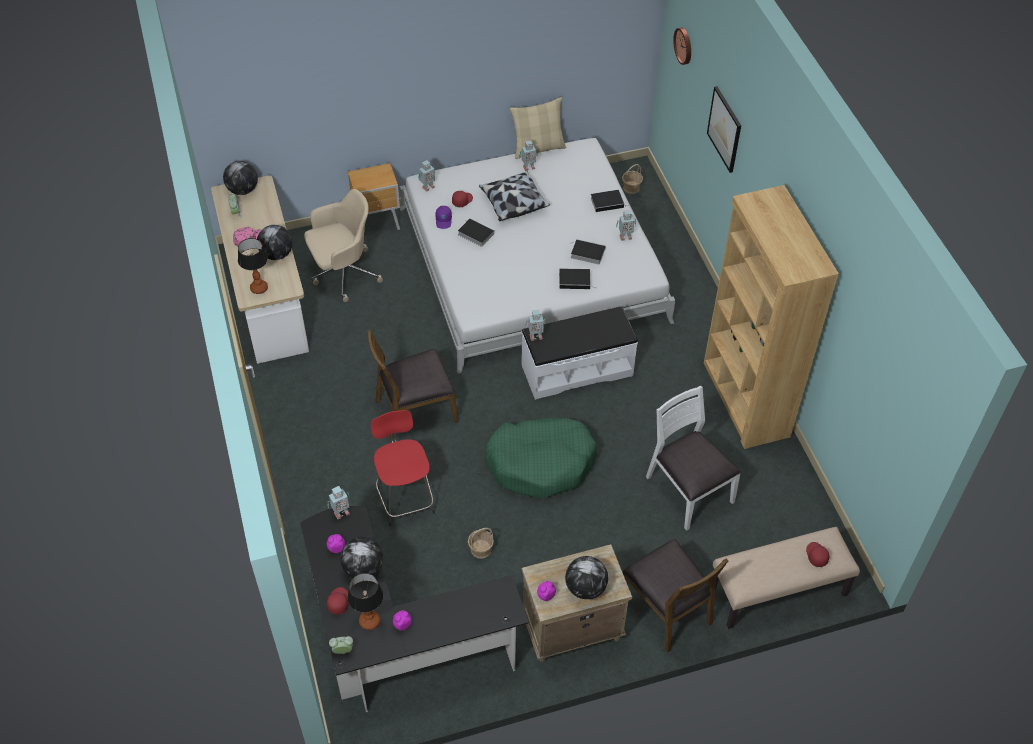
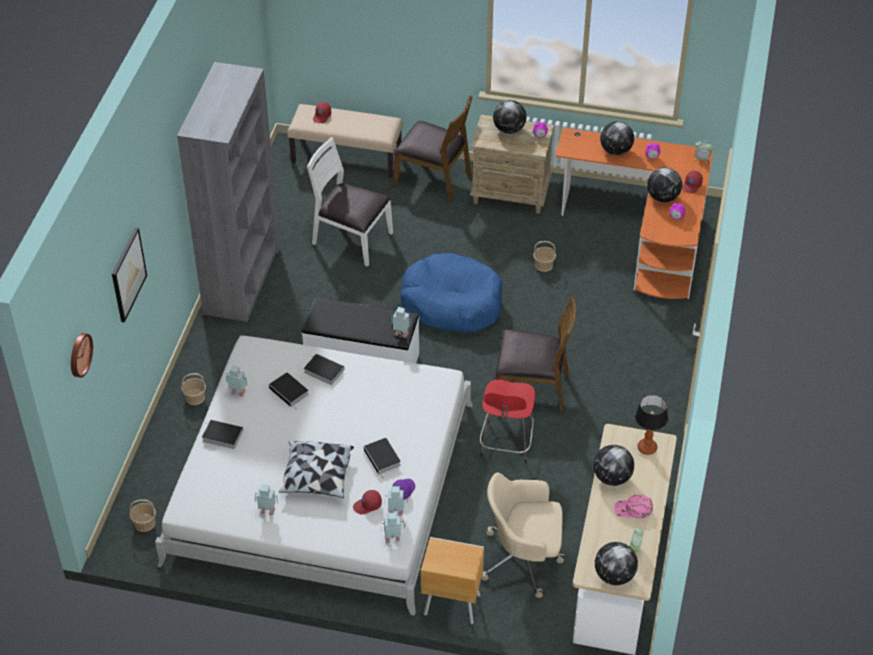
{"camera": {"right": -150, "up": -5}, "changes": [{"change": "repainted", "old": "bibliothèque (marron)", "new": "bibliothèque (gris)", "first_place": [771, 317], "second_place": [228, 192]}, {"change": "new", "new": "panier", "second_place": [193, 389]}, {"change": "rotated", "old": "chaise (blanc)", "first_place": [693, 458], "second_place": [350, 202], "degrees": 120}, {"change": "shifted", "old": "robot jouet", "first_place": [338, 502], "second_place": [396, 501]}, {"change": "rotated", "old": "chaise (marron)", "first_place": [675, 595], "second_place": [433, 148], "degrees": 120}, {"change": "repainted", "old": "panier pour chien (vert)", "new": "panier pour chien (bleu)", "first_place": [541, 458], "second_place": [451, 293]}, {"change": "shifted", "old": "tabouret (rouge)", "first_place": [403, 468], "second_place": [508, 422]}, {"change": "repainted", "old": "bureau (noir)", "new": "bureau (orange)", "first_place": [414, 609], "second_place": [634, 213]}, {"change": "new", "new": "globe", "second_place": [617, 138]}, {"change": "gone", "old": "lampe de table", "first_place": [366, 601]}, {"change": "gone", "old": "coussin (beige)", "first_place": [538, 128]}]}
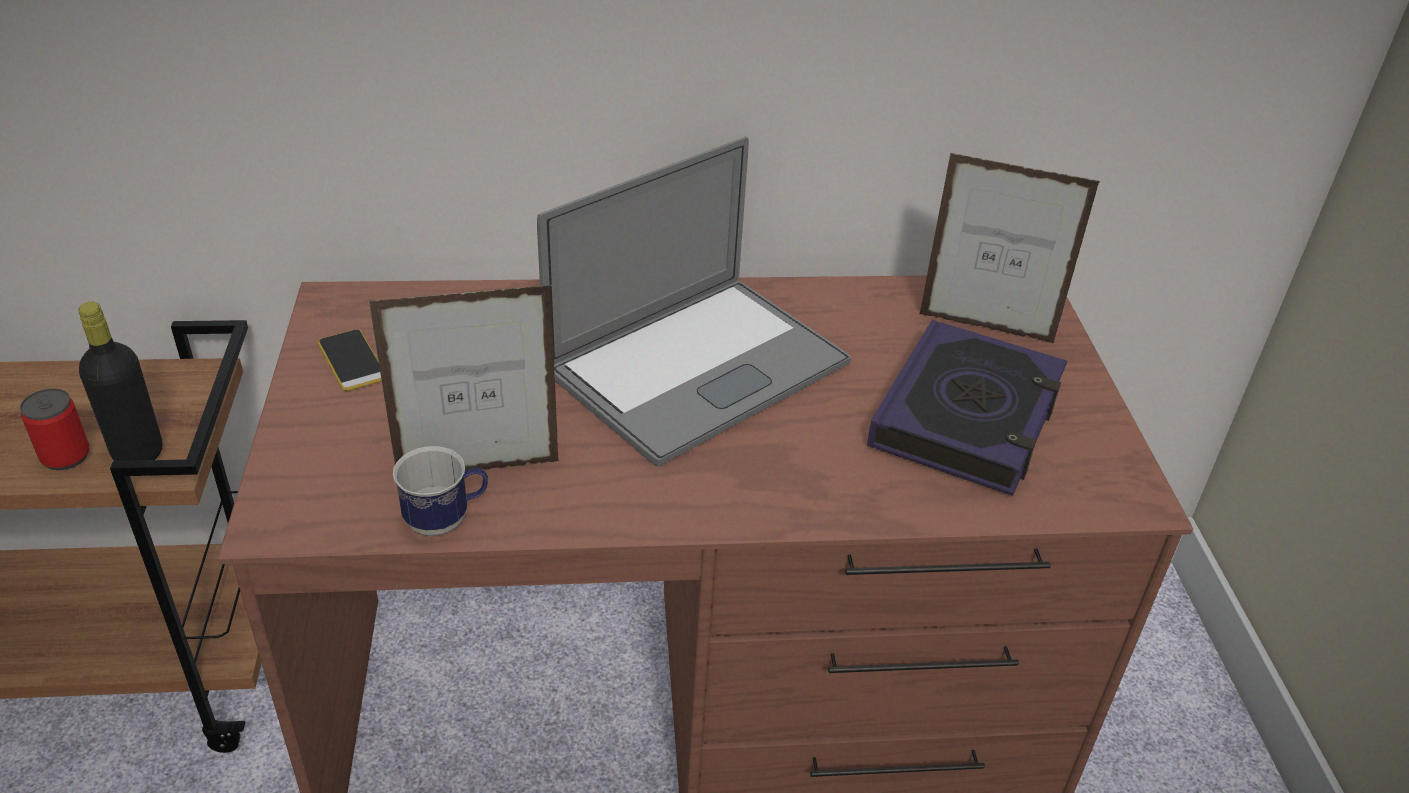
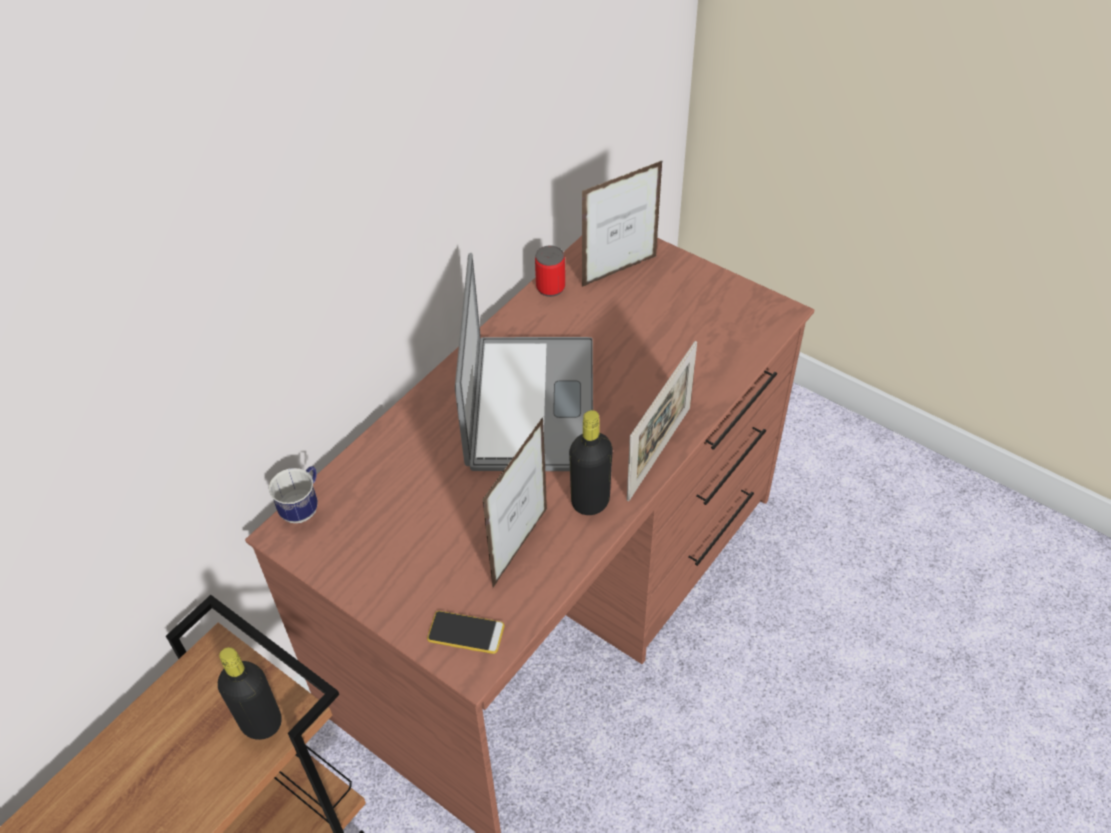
{"camera": {"right": -45, "up": 10}, "changes": [{"change": "shifted", "old": "mug", "first_place": [440, 491], "second_place": [293, 494]}, {"change": "shifted", "old": "téléphone", "first_place": [350, 360], "second_place": [466, 632]}, {"change": "shifted", "old": "boîte métallique", "first_place": [55, 429], "second_place": [550, 271]}, {"change": "new", "new": "bouteille (noir)", "second_place": [591, 462]}, {"change": "new", "new": "cadre photo", "second_place": [662, 421]}, {"change": "gone", "old": "livre", "first_place": [967, 408]}]}
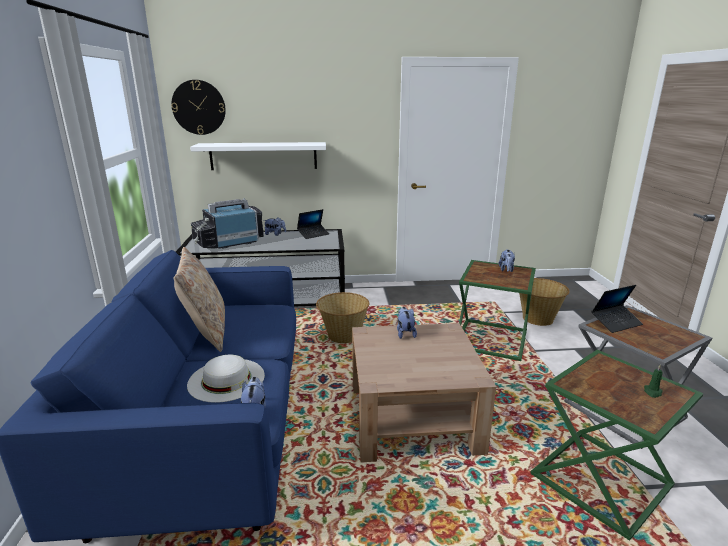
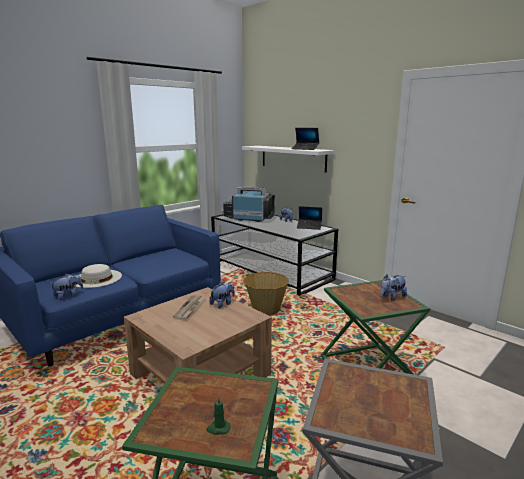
{"camera": {"right": 50, "up": -5}, "changes": [{"change": "new", "new": "journal", "second_place": [189, 307]}, {"change": "shifted", "old": "ordinateur portable", "first_place": [617, 309], "second_place": [305, 139]}, {"change": "gone", "old": "horloge murale", "first_place": [198, 107]}, {"change": "gone", "old": "coussin (beige)", "first_place": [199, 299]}, {"change": "gone", "old": "panier", "first_place": [544, 302]}]}
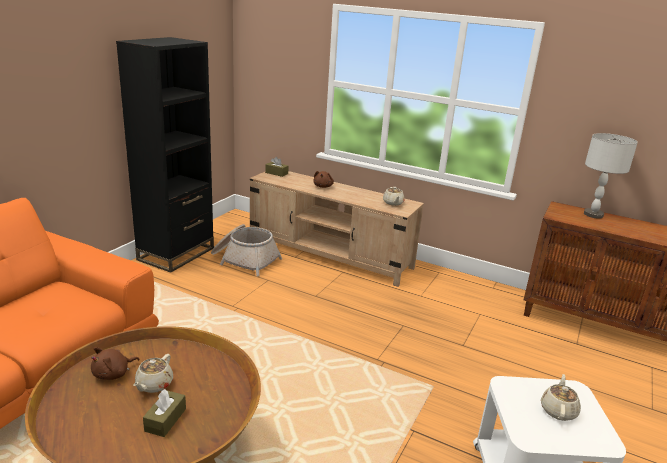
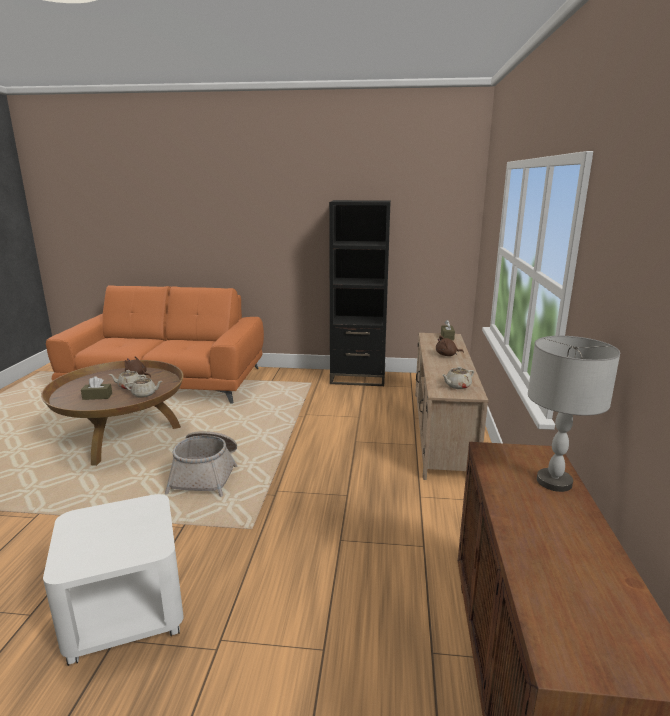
{"camera": {"right": 70, "up": -5}, "changes": [{"change": "shifted", "old": "théière (beige)", "first_place": [561, 397], "second_place": [143, 387]}, {"change": "shifted", "old": "panier", "first_place": [246, 250], "second_place": [201, 464]}]}
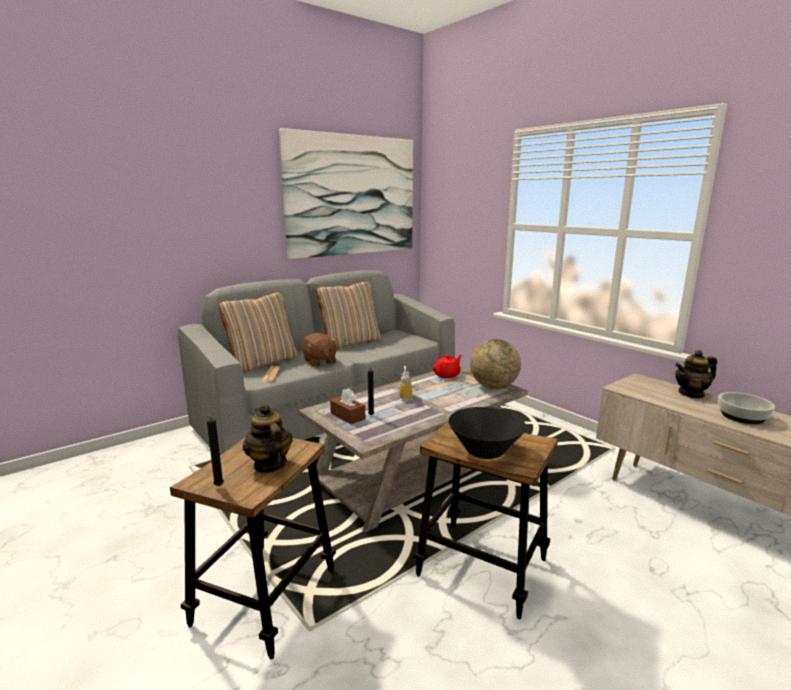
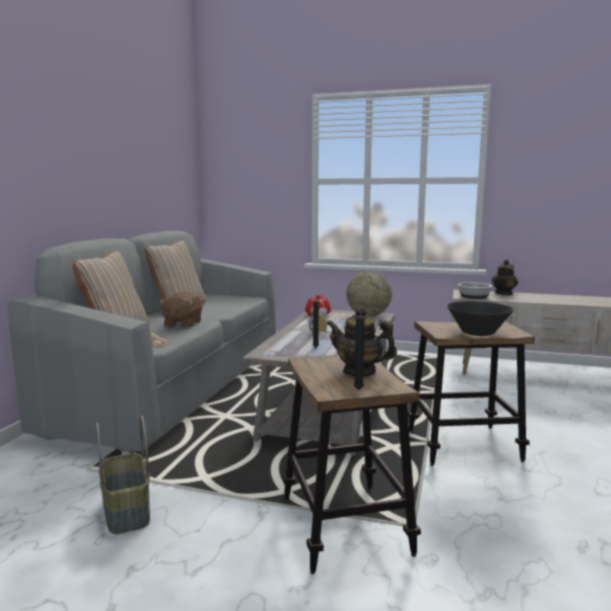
{"camera": {"right": -35, "up": -5}, "changes": [{"change": "new", "new": "panier", "second_place": [123, 475]}, {"change": "rotated", "old": "peluche (marron)", "first_place": [320, 350], "second_place": [180, 310], "degrees": 75}, {"change": "shifted", "old": "bol", "first_place": [746, 408], "second_place": [475, 291]}, {"change": "gone", "old": "tableau", "first_place": [346, 193]}, {"change": "gone", "old": "boîte à mouchoirs (marron)", "first_place": [347, 406]}]}
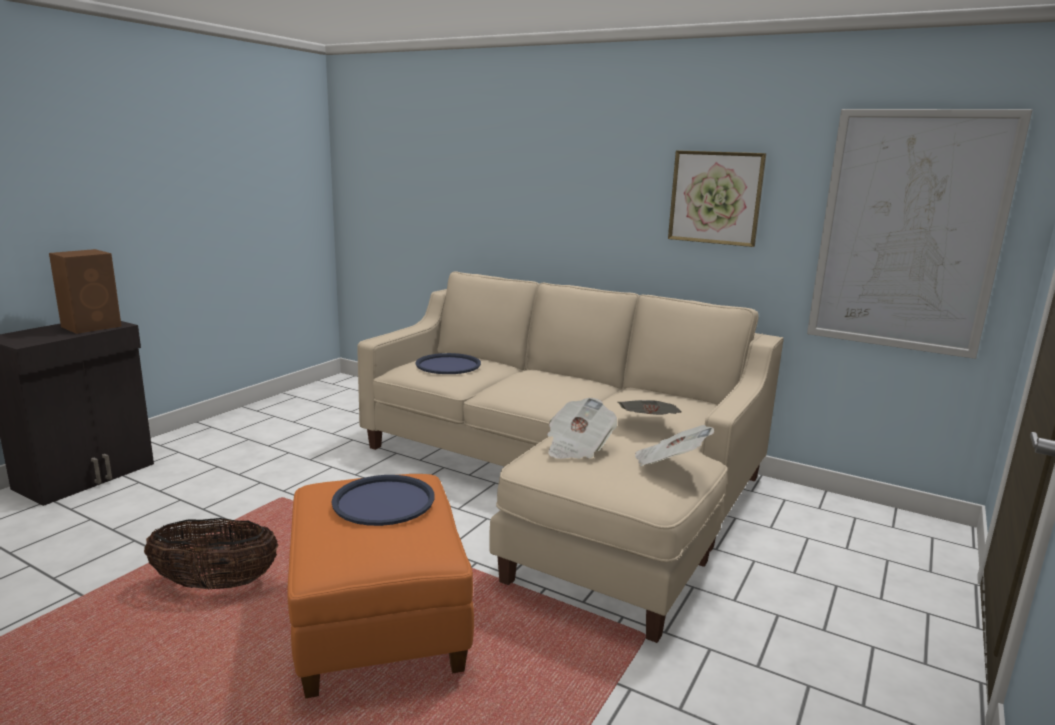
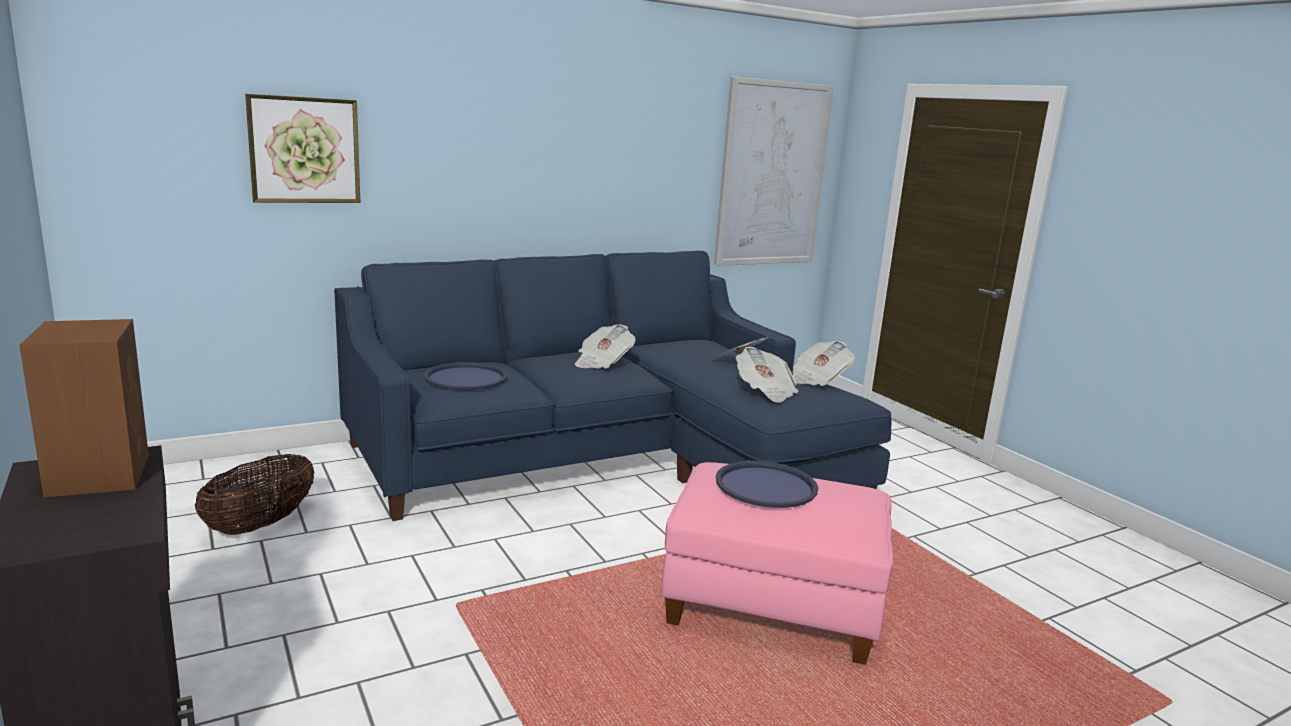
{"camera": {"right": -60, "up": 0}, "changes": [{"change": "shifted", "old": "panier", "first_place": [211, 553], "second_place": [254, 494]}, {"change": "shifted", "old": "tableau", "first_place": [717, 198], "second_place": [302, 148]}, {"change": "repainted", "old": "canapé (beige)", "new": "canapé (bleu)", "first_place": [570, 457], "second_place": [613, 386]}, {"change": "new", "new": "journal", "second_place": [605, 346]}, {"change": "repainted", "old": "pouf (orange)", "new": "pouf (rose)", "first_place": [380, 586], "second_place": [777, 563]}]}
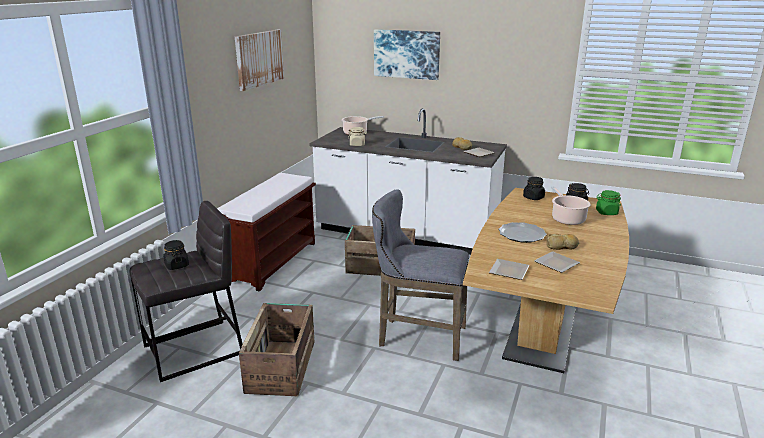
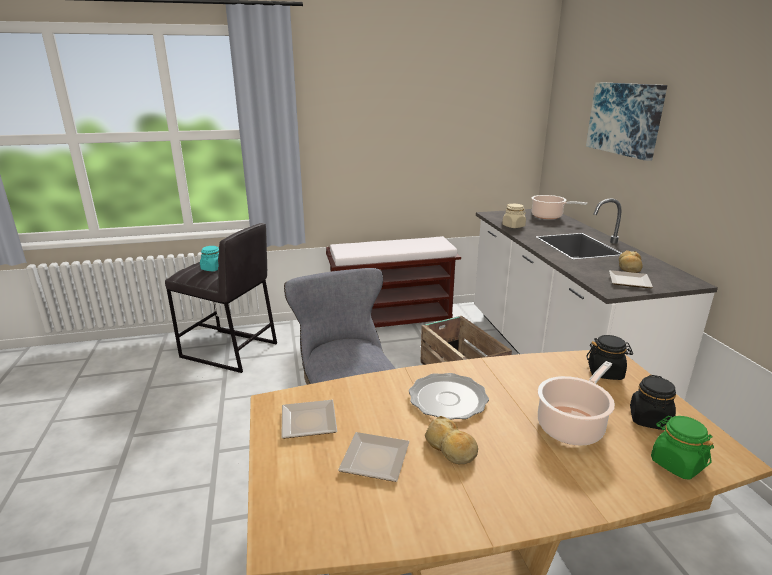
{"camera": {"right": 55, "up": 0}, "changes": [{"change": "repainted", "old": "bocal (noir)", "new": "bocal (turquoise)", "first_place": [176, 255], "second_place": [209, 258]}, {"change": "gone", "old": "tableau", "first_place": [259, 60]}, {"change": "gone", "old": "caisse", "first_place": [277, 349]}]}
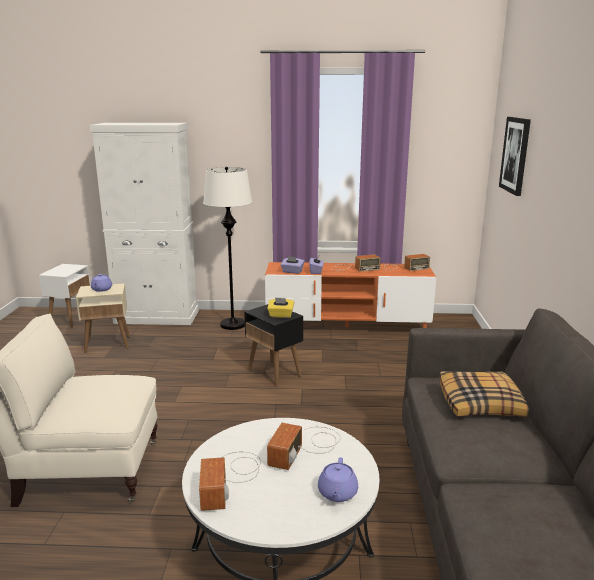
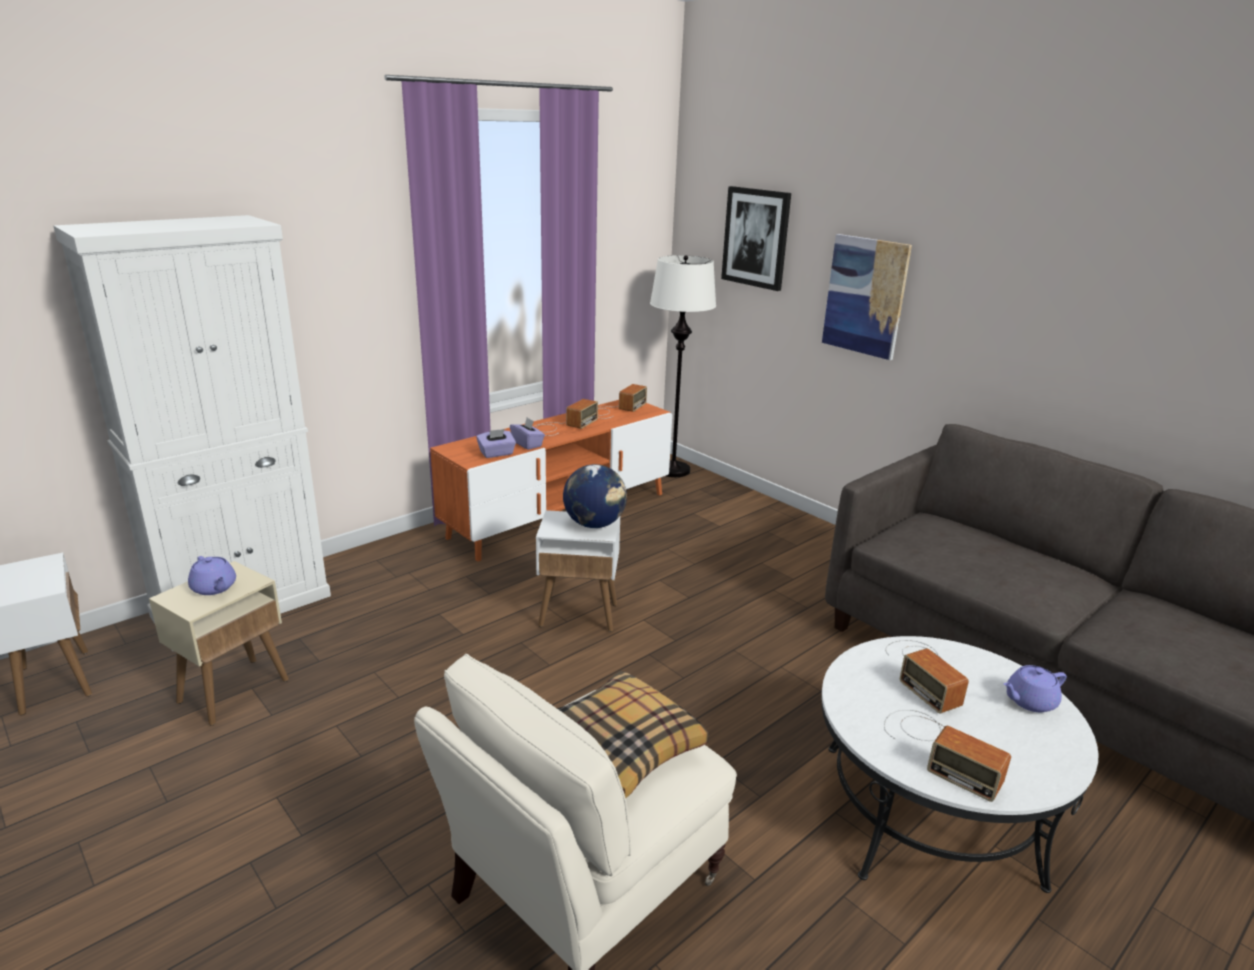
{"camera": {"right": -45, "up": 5}, "changes": [{"change": "repainted", "old": "table d'appoint (noir)", "new": "table d'appoint (blanc)", "first_place": [273, 345], "second_place": [578, 571]}, {"change": "shifted", "old": "coussin", "first_place": [484, 394], "second_place": [633, 734]}, {"change": "swapped", "old": "boîte à mouchoirs (jaune)", "new": "globe", "first_place": [280, 308], "second_place": [595, 496]}, {"change": "shifted", "old": "lampadaire (blanc)", "first_place": [227, 248], "second_place": [683, 366]}, {"change": "new", "new": "tableau", "second_place": [867, 297]}, {"change": "rotated", "old": "théière (violet)", "first_place": [338, 479], "second_place": [1035, 688], "degrees": 105}]}
